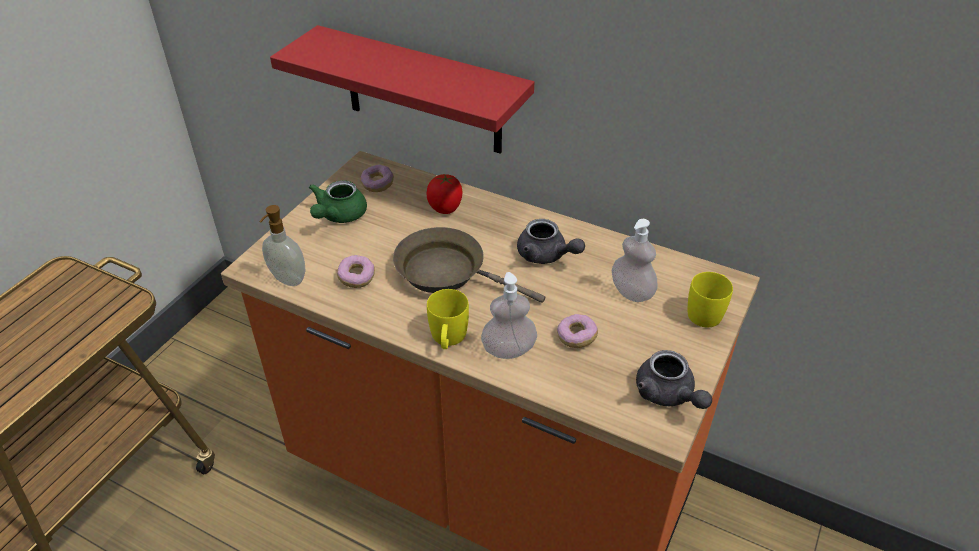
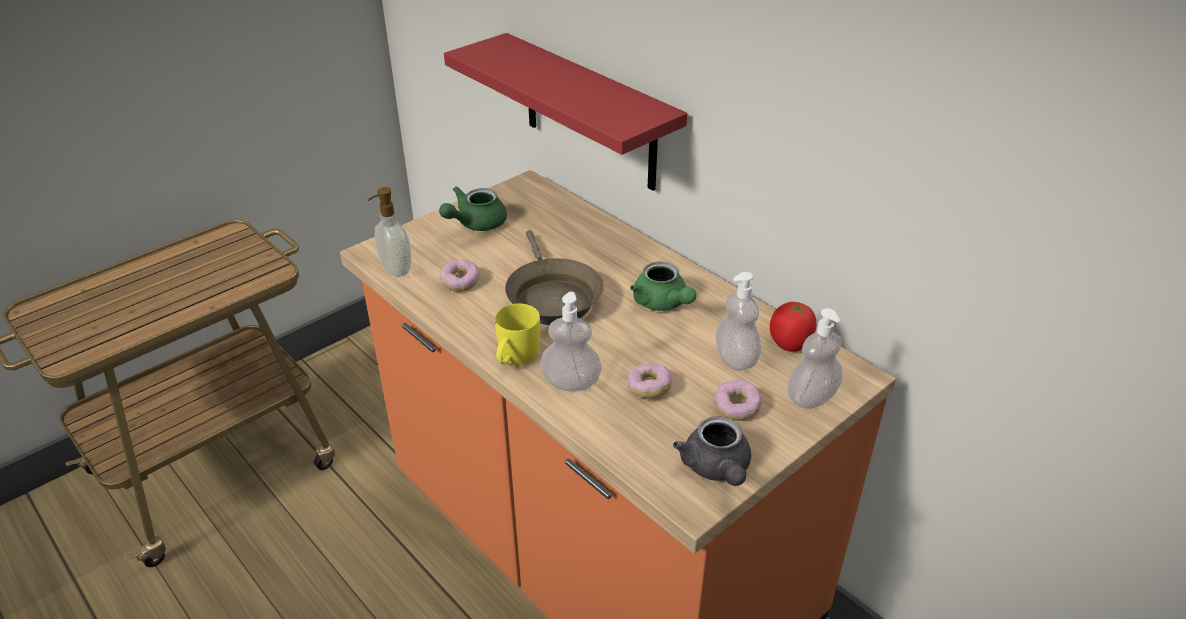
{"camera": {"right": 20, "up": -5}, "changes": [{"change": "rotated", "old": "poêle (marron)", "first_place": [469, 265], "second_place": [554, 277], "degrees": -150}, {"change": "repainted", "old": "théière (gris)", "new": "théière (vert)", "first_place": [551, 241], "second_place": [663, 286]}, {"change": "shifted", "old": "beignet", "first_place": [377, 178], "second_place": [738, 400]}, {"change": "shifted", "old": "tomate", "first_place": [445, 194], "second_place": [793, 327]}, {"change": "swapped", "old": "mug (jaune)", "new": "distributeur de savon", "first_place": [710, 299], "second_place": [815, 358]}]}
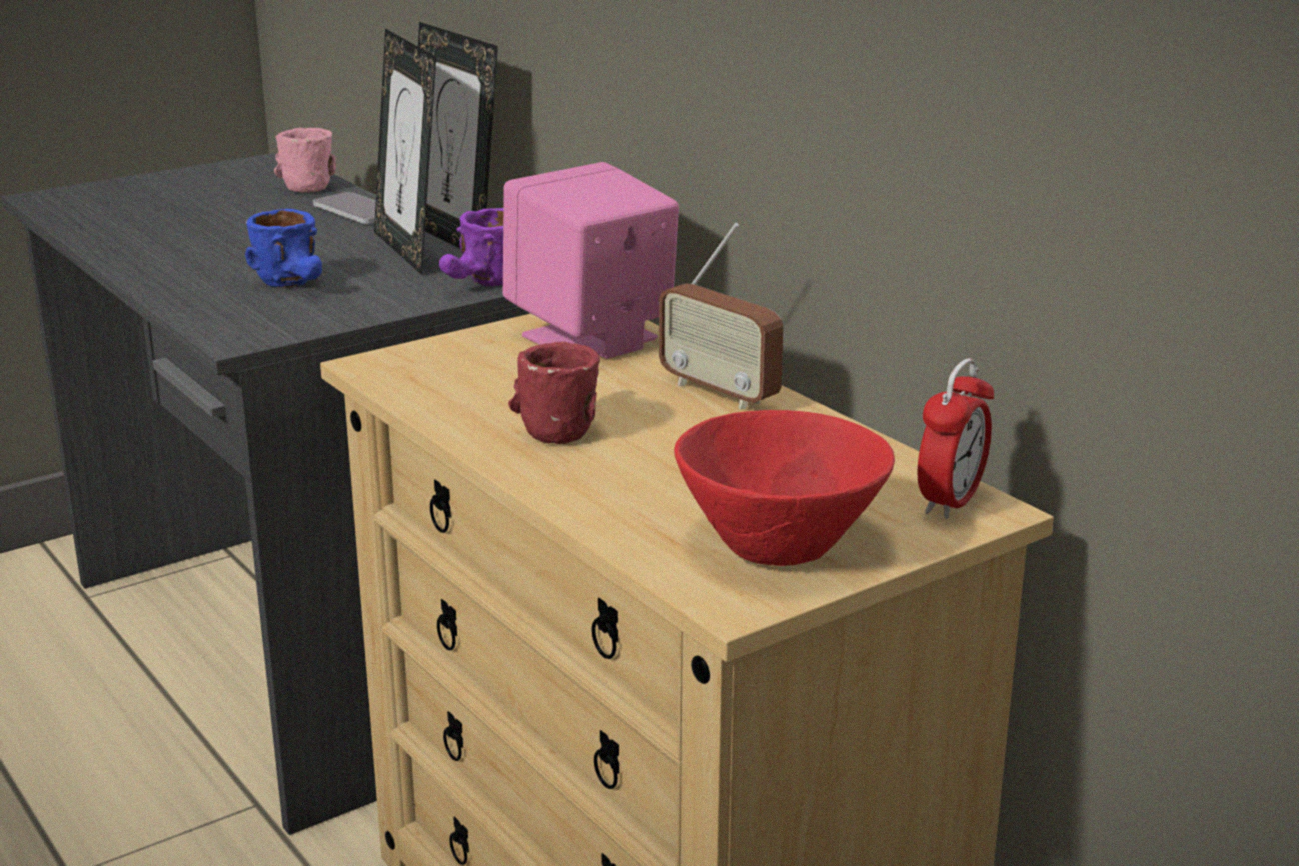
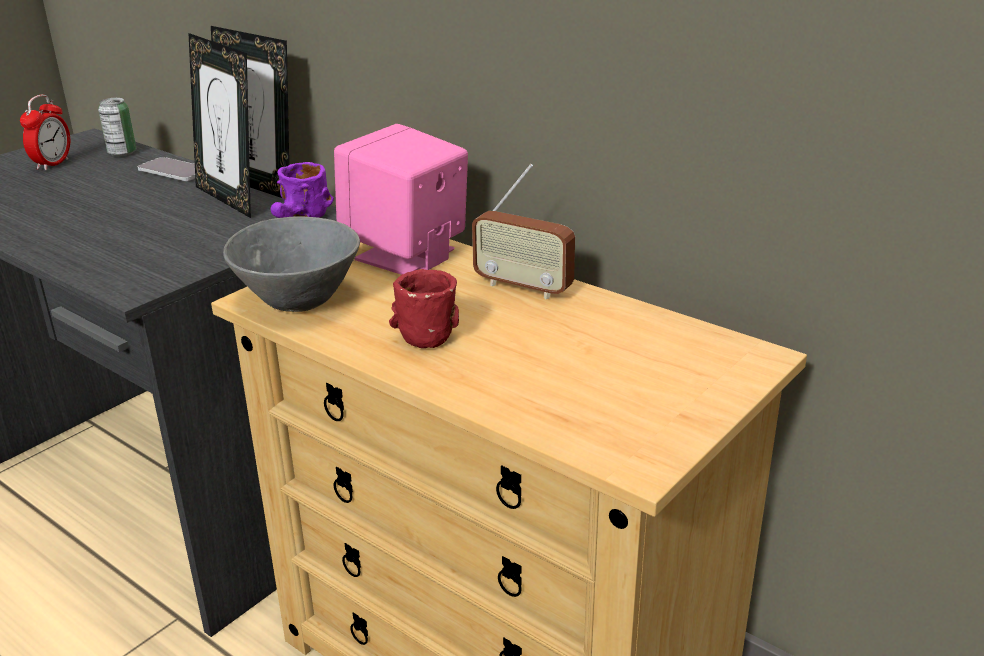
{"camera": {"right": -15, "up": 5}, "changes": [{"change": "shifted", "old": "réveil", "first_place": [956, 438], "second_place": [45, 132]}, {"change": "swapped", "old": "mug (rose)", "new": "boîte métallique", "first_place": [305, 160], "second_place": [117, 127]}, {"change": "new", "new": "bol (gris)", "second_place": [291, 264]}, {"change": "gone", "old": "mug (bleu)", "first_place": [283, 248]}, {"change": "gone", "old": "bol (rouge)", "first_place": [784, 488]}]}
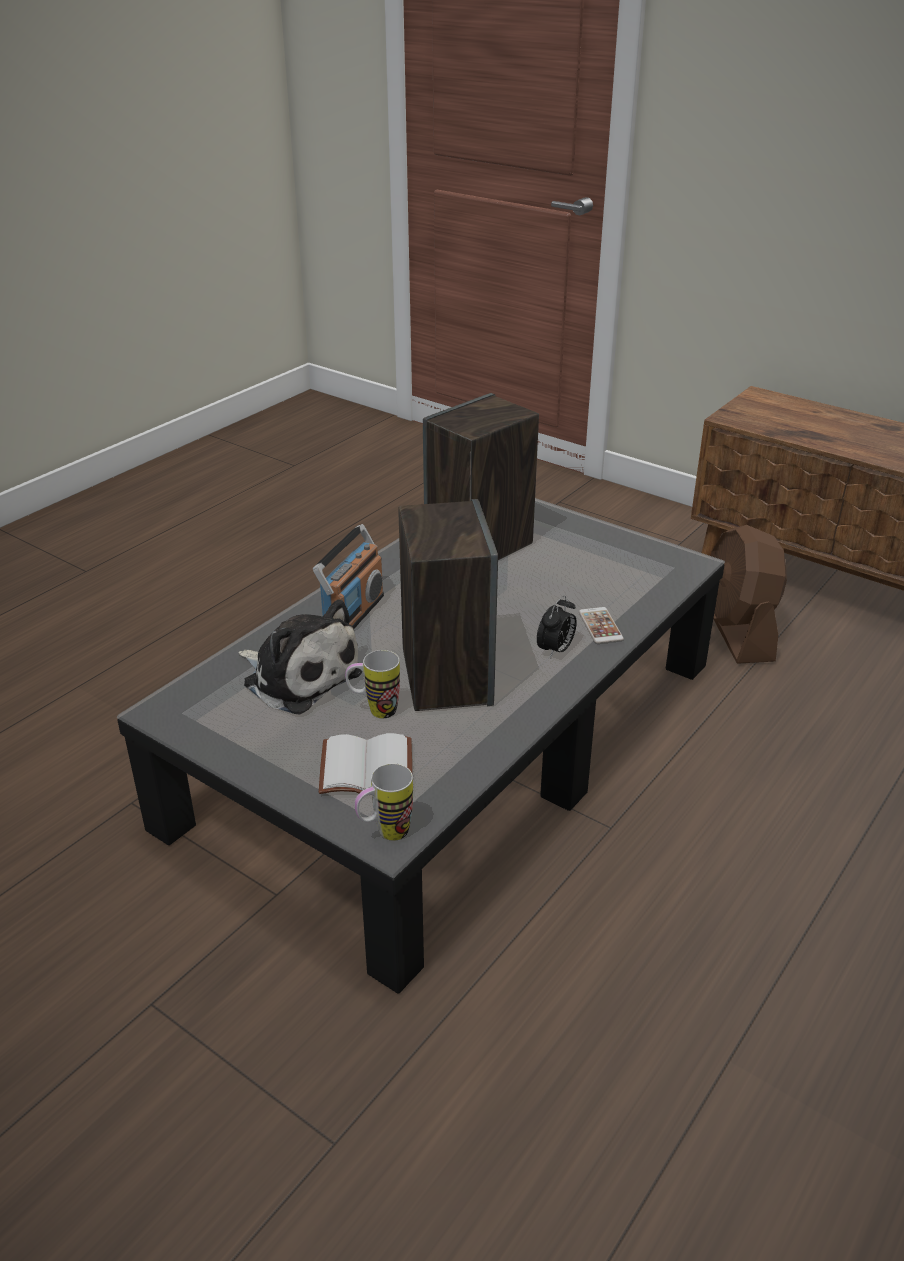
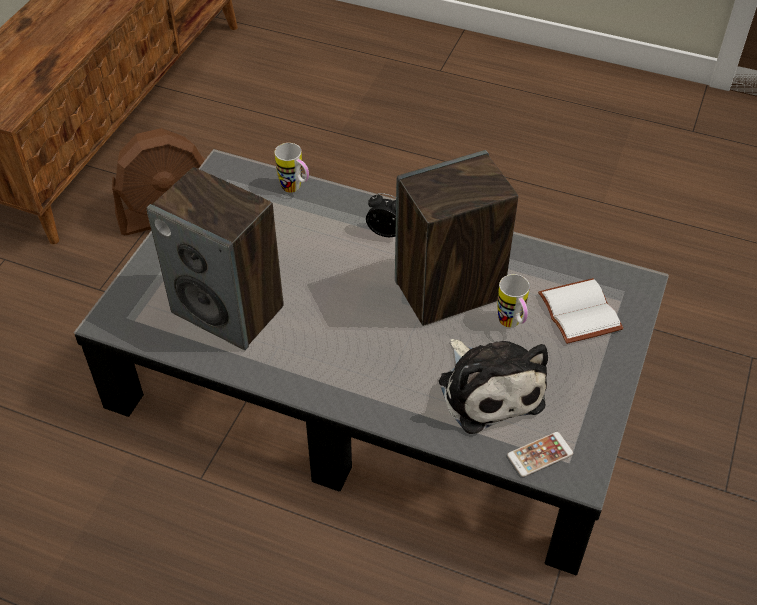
{"camera": {"right": -105, "up": 15}, "changes": [{"change": "shifted", "old": "mug", "first_place": [384, 802], "second_place": [292, 168]}, {"change": "rotated", "old": "peluche", "first_place": [300, 656], "second_place": [493, 386], "degrees": 135}, {"change": "shifted", "old": "téléphone", "first_place": [601, 625], "second_place": [540, 454]}, {"change": "gone", "old": "radio", "first_place": [348, 576]}]}
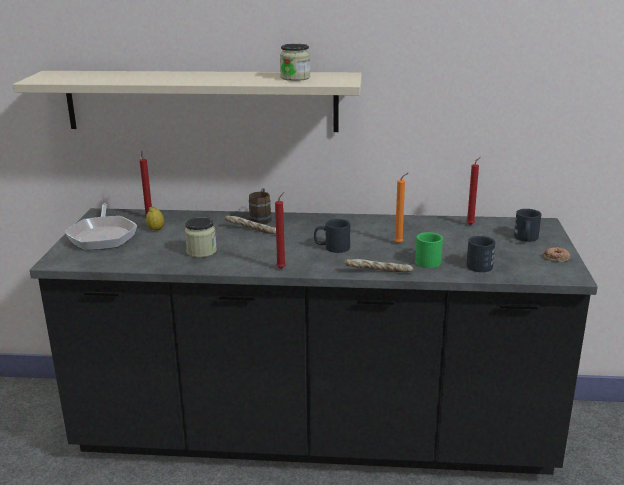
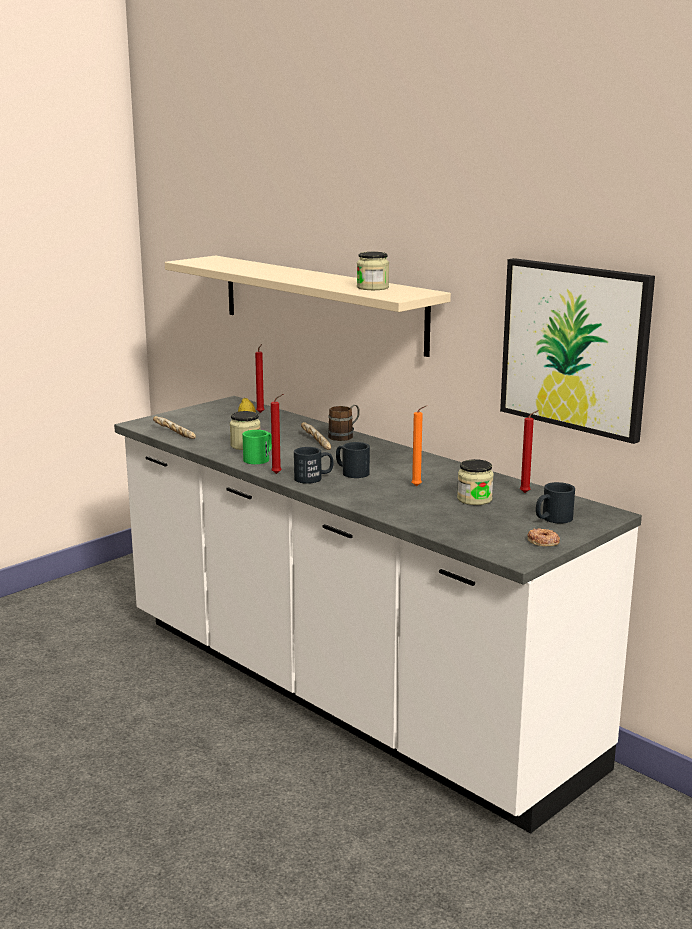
{"camera": {"right": 40, "up": -5}, "changes": [{"change": "repainted", "old": "comptoir de cuisine (noir)", "new": "comptoir de cuisine (blanc)", "first_place": [314, 341], "second_place": [378, 615]}, {"change": "shifted", "old": "pain", "first_place": [379, 265], "second_place": [174, 427]}, {"change": "shifted", "old": "mug (vert)", "first_place": [429, 250], "second_place": [257, 447]}, {"change": "shifted", "old": "mug (noir)", "first_place": [480, 254], "second_place": [313, 465]}, {"change": "new", "new": "bocal", "second_place": [475, 482]}, {"change": "new", "new": "tableau", "second_place": [577, 351]}, {"change": "gone", "old": "poêle", "first_place": [100, 226]}]}
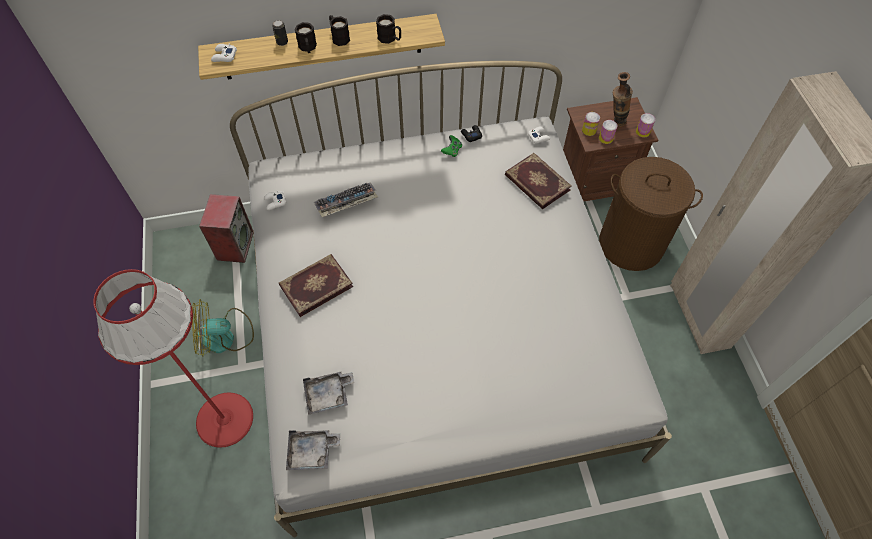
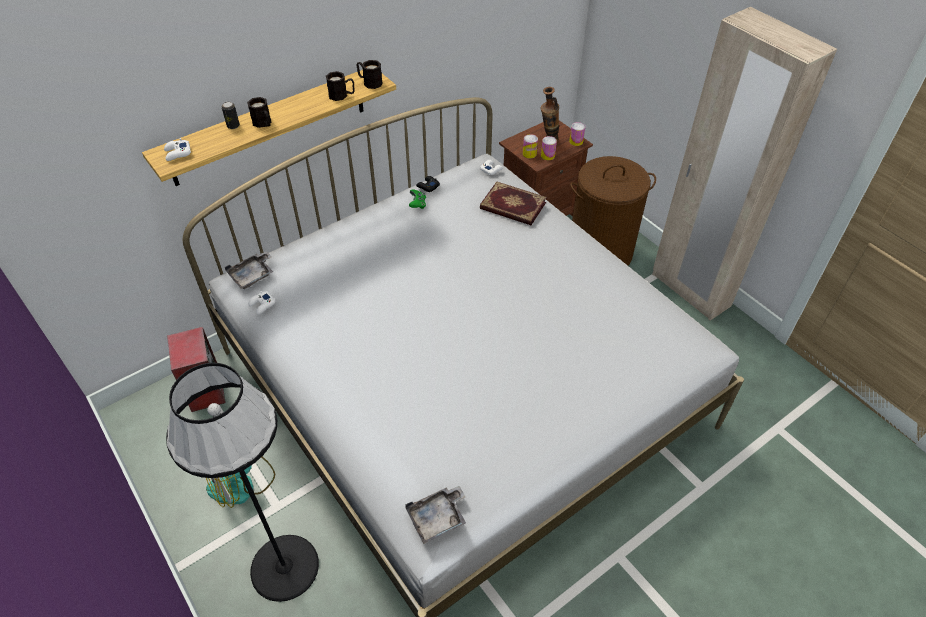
{"camera": {"right": -25, "up": -10}, "changes": [{"change": "repainted", "old": "lampadaire (rouge)", "new": "lampadaire (noir)", "first_place": [173, 358], "second_place": [242, 482]}, {"change": "shifted", "old": "plateau (gris)", "first_place": [328, 393], "second_place": [249, 270]}, {"change": "shifted", "old": "mug (noir)", "first_place": [339, 30], "second_place": [369, 74]}, {"change": "gone", "old": "livre", "first_place": [316, 285]}, {"change": "gone", "old": "clavier", "first_place": [346, 199]}]}
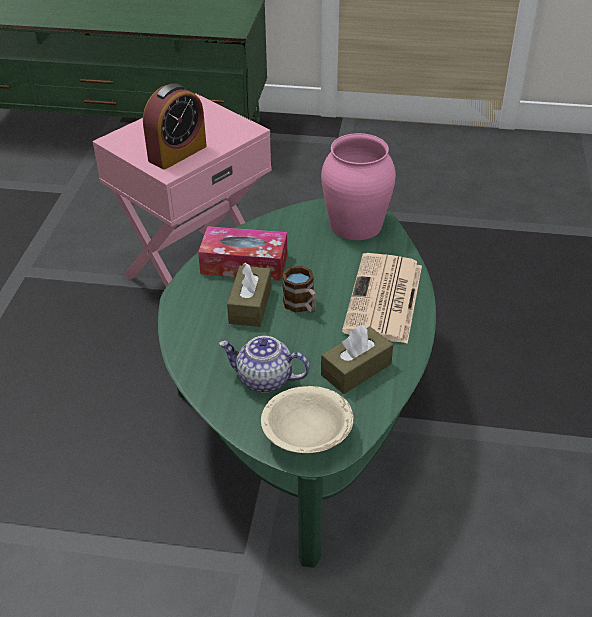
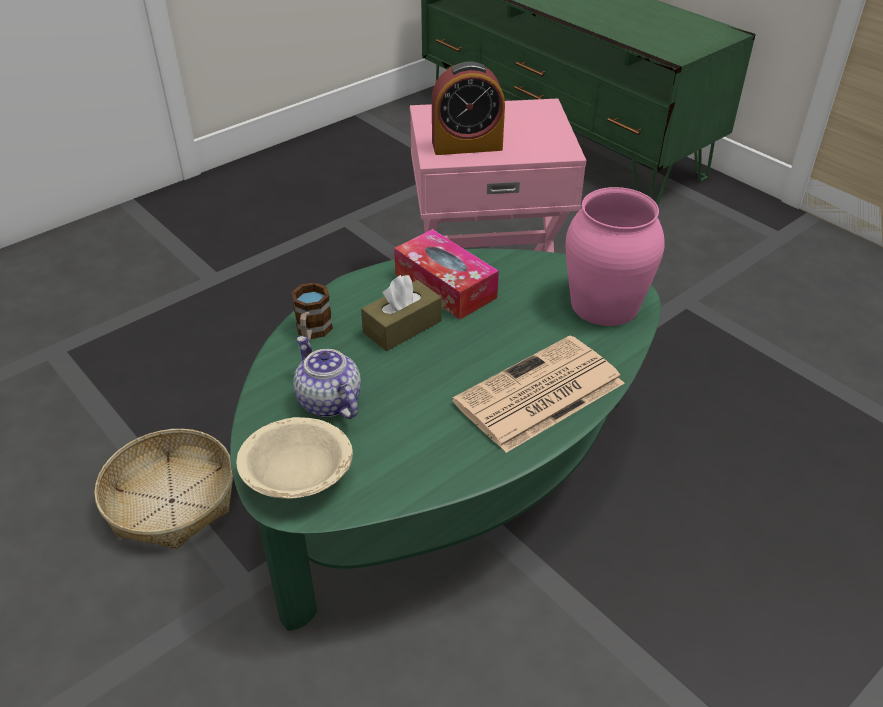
{"camera": {"right": 40, "up": 0}, "changes": [{"change": "new", "new": "panier", "second_place": [164, 489]}, {"change": "shifted", "old": "mug", "first_place": [299, 289], "second_place": [312, 311]}, {"change": "gone", "old": "boîte à mouchoirs (marron)", "first_place": [357, 359]}]}
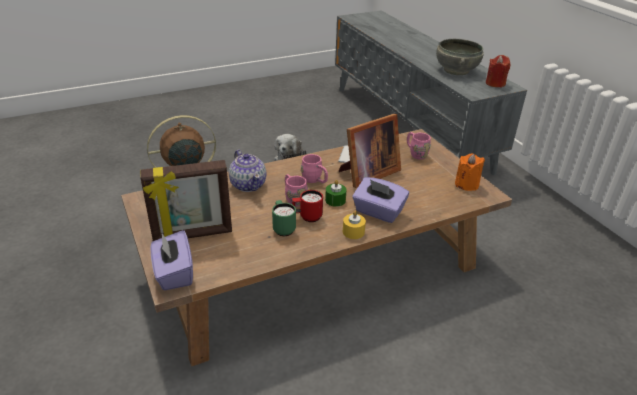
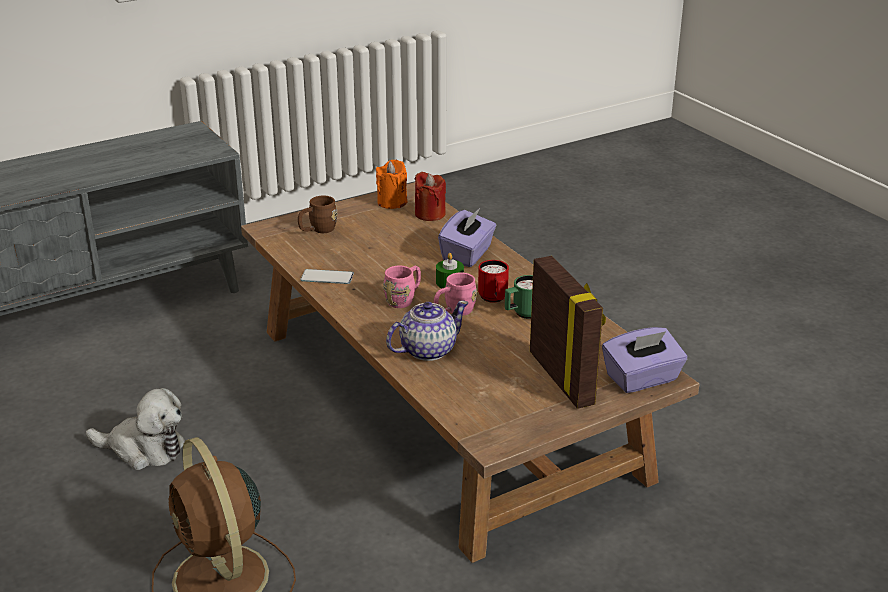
{"camera": {"right": -95, "up": -5}, "changes": [{"change": "repainted", "old": "mug (rose)", "new": "mug (marron)", "first_place": [419, 146], "second_place": [318, 214]}, {"change": "shifted", "old": "bougie (rouge)", "first_place": [498, 71], "second_place": [430, 196]}, {"change": "gone", "old": "cadre photo", "first_place": [369, 151]}, {"change": "gone", "old": "bougie (jaune)", "first_place": [354, 225]}, {"change": "gone", "old": "bol (gris)", "first_place": [460, 57]}]}
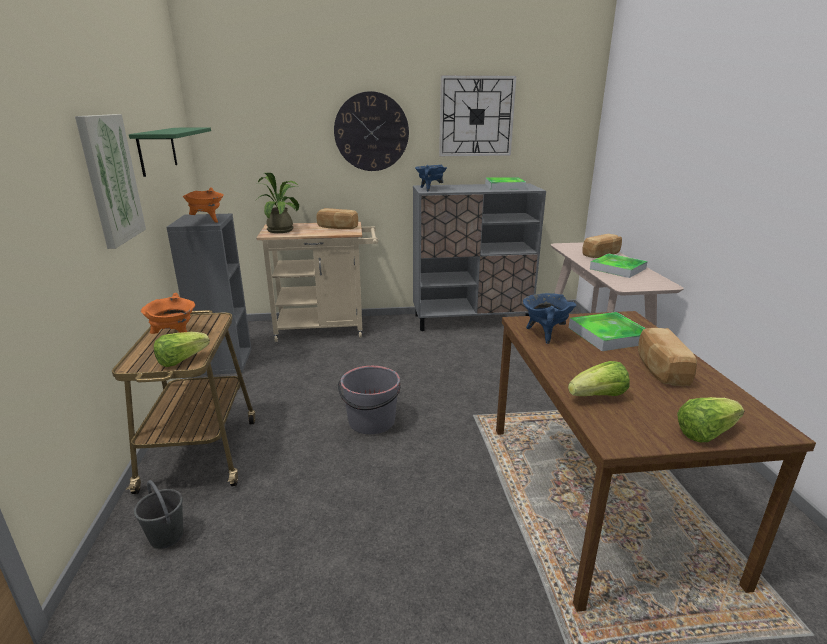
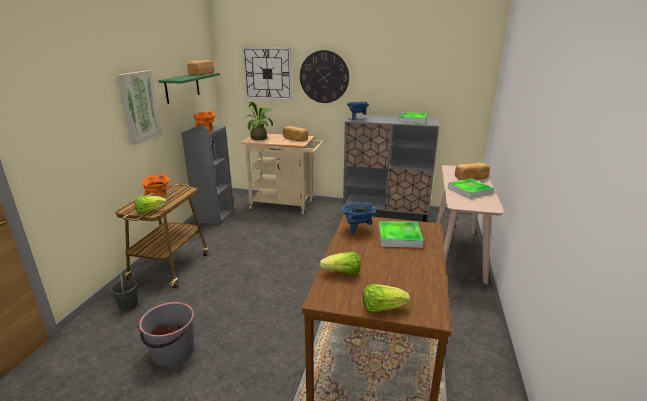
{"camera": {"right": 20, "up": 0}, "changes": [{"change": "shifted", "old": "seau (gris)", "first_place": [369, 400], "second_place": [166, 334]}, {"change": "shifted", "old": "pain", "first_place": [667, 357], "second_place": [200, 67]}, {"change": "shifted", "old": "horloge murale", "first_place": [478, 115], "second_place": [267, 73]}]}
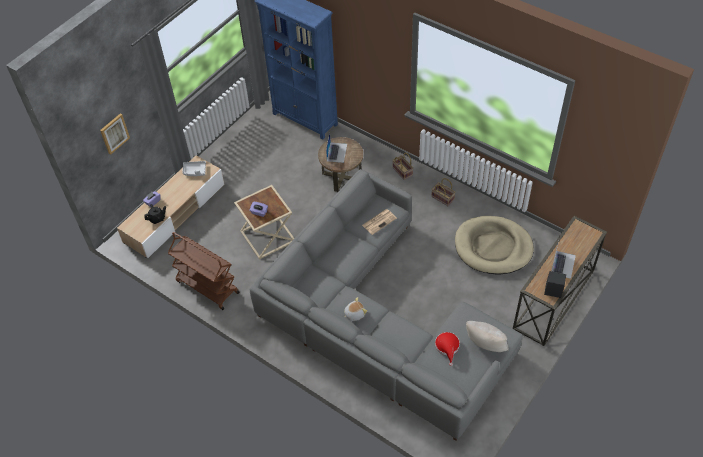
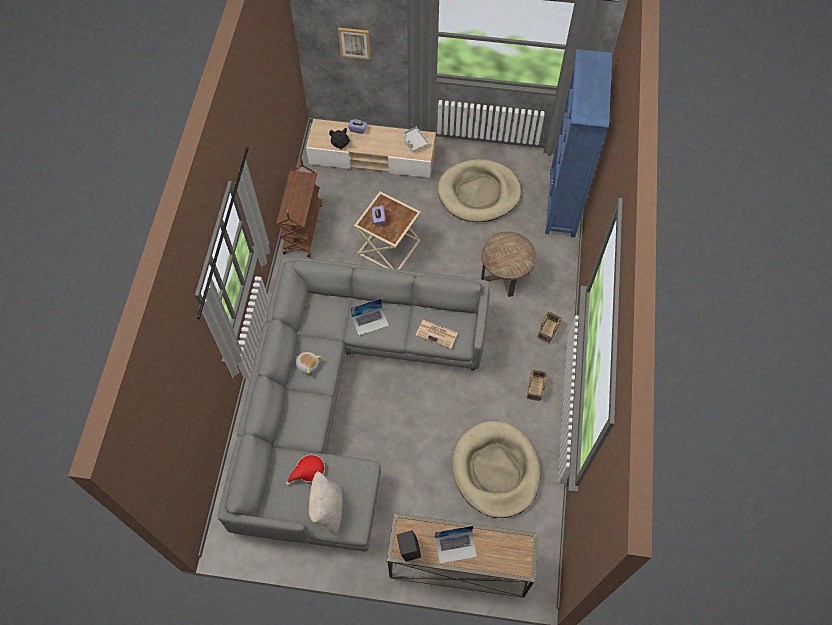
{"camera": {"right": 60, "up": 10}, "changes": [{"change": "shifted", "old": "ordinateur portable", "first_place": [336, 148], "second_place": [370, 316]}, {"change": "new", "new": "panier pour chien (beige)", "second_place": [479, 190]}]}
